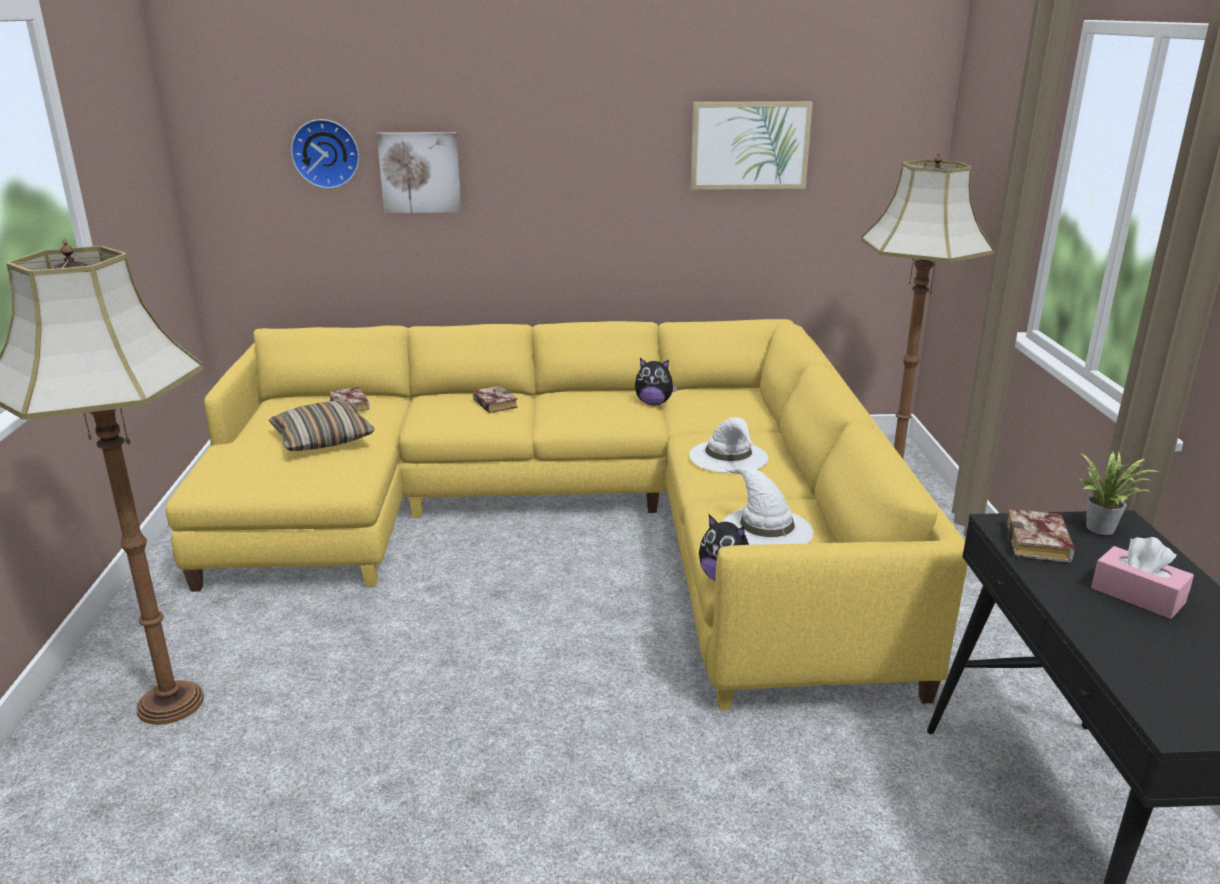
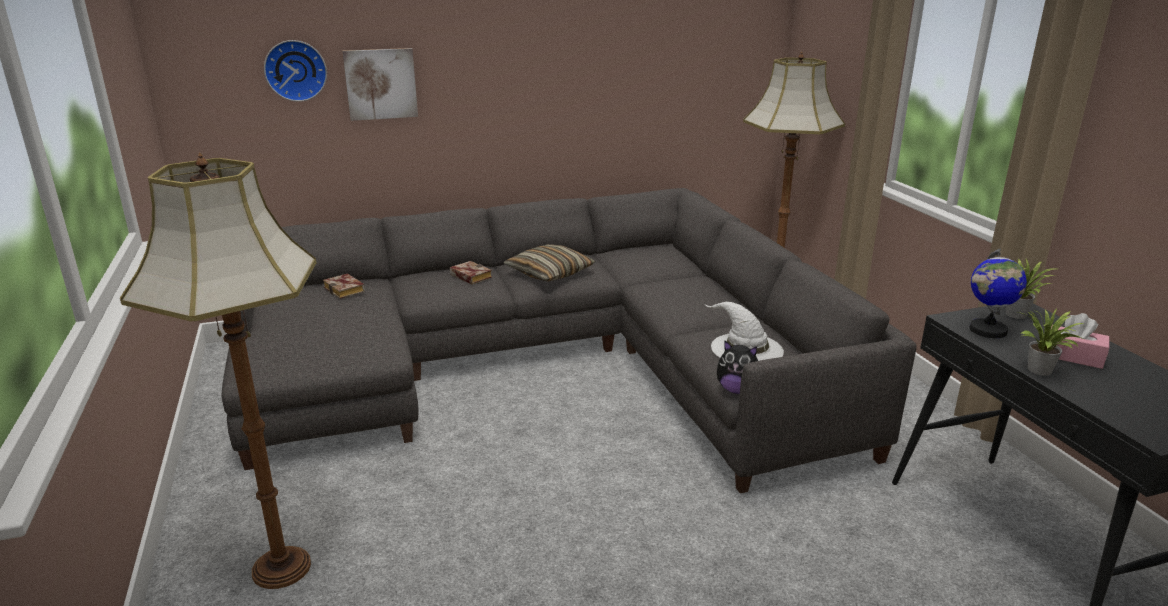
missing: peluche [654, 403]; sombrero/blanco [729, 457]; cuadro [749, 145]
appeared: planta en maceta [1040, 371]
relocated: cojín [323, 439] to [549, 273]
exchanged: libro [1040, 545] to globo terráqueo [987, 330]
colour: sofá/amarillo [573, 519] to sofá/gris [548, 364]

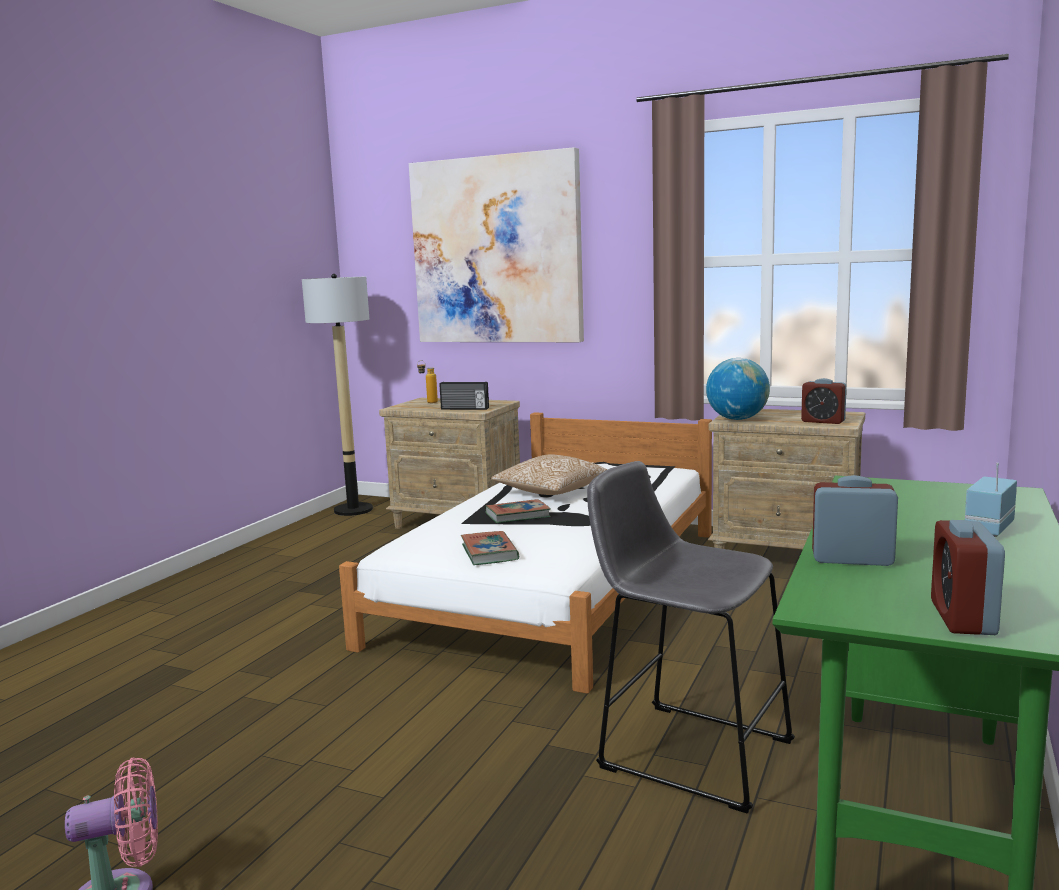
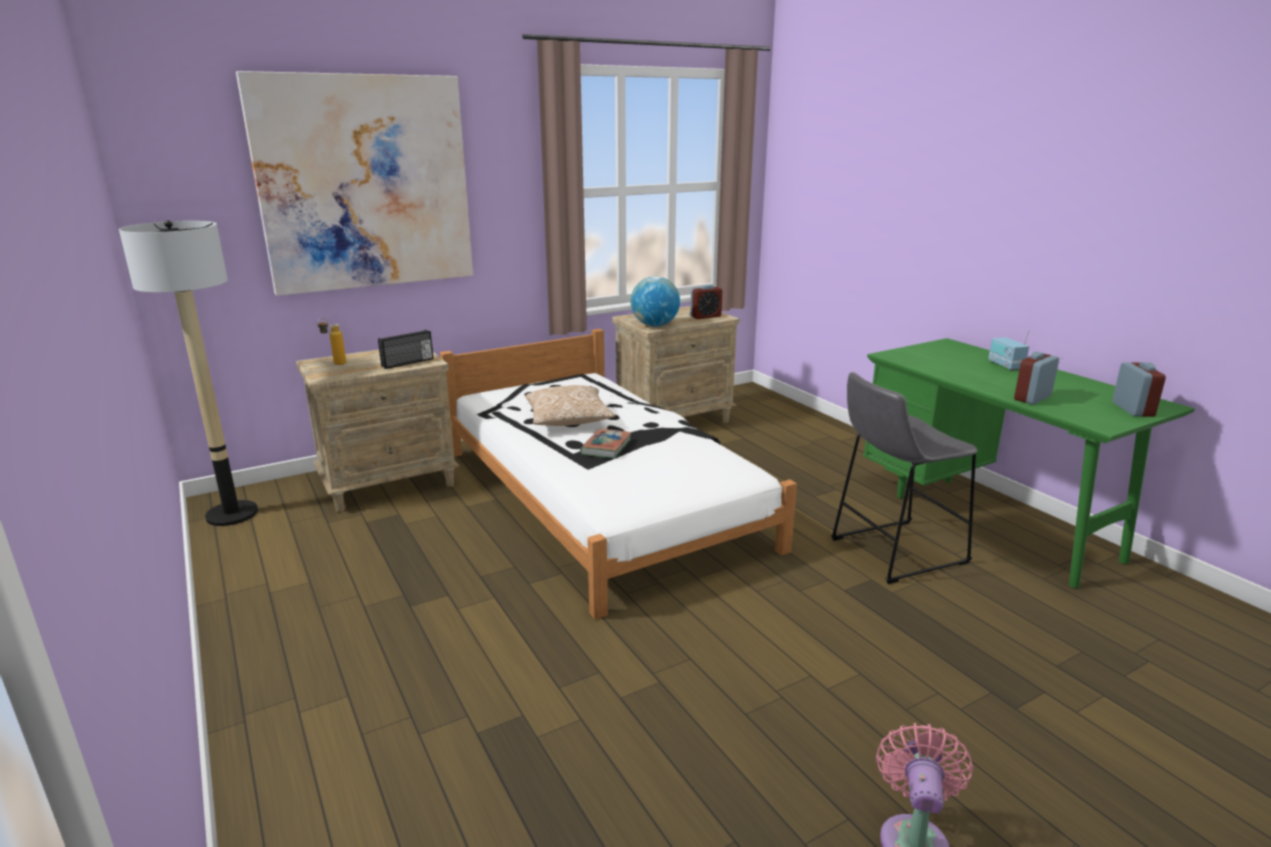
missing: libro [489, 552]
spun: despertador [962, 618] = [1132, 409] 135 degrees counterclockwise

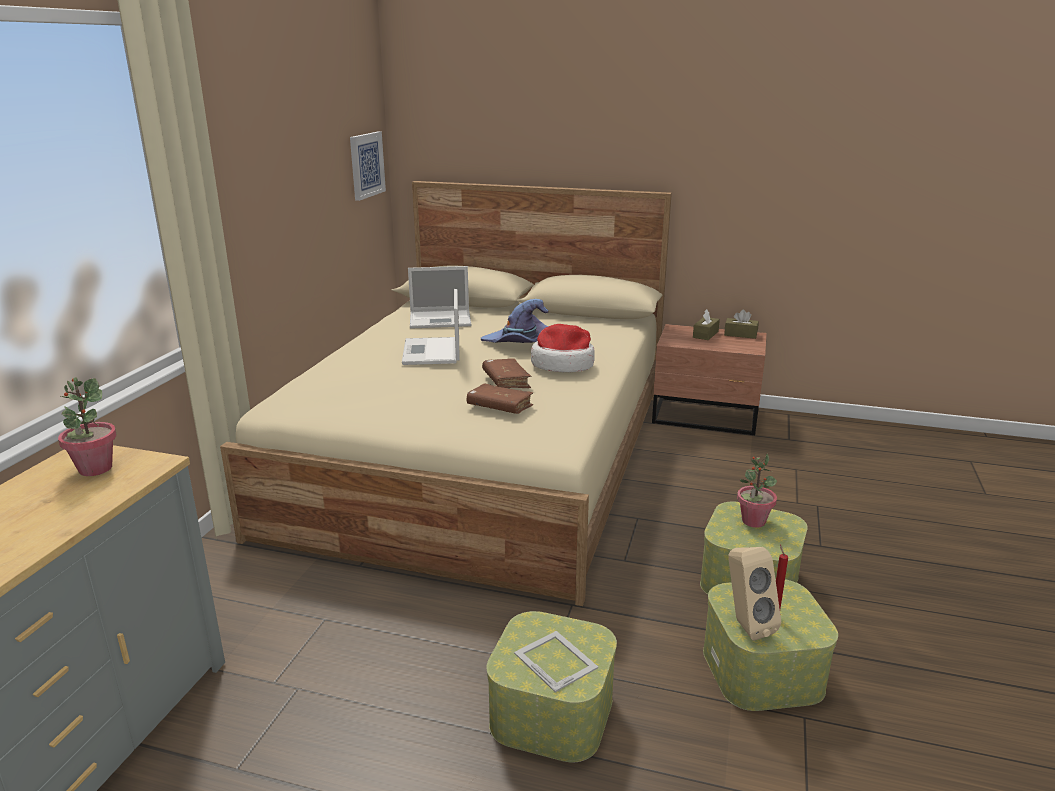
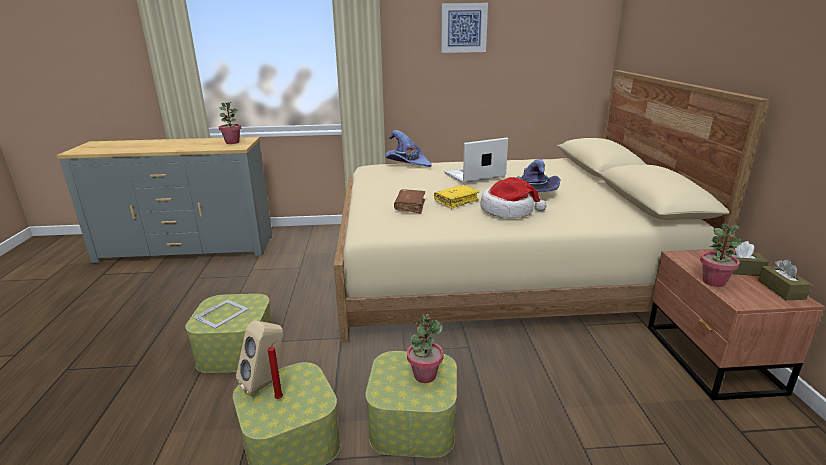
missing: portátil [441, 319]
appeared: sombrero/morado [407, 163]; planta en maceta [714, 282]
relocated: cuadro [366, 165] to [463, 28]
colour: libro/marrón [506, 381] to libro/amarillo [456, 201]

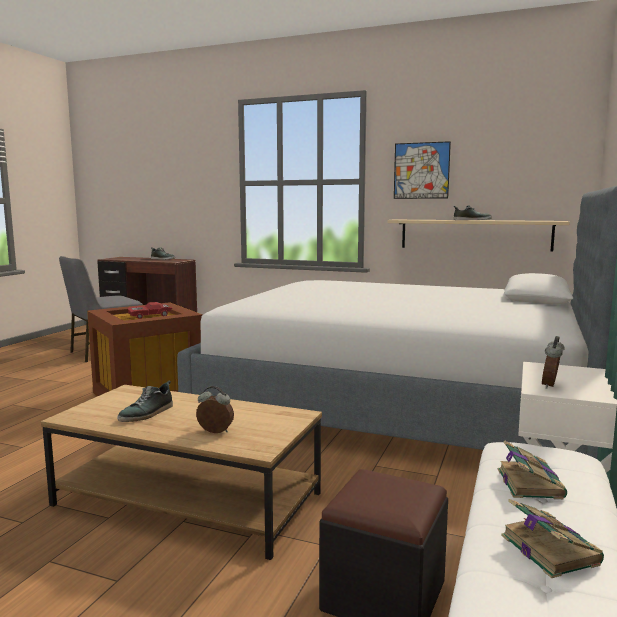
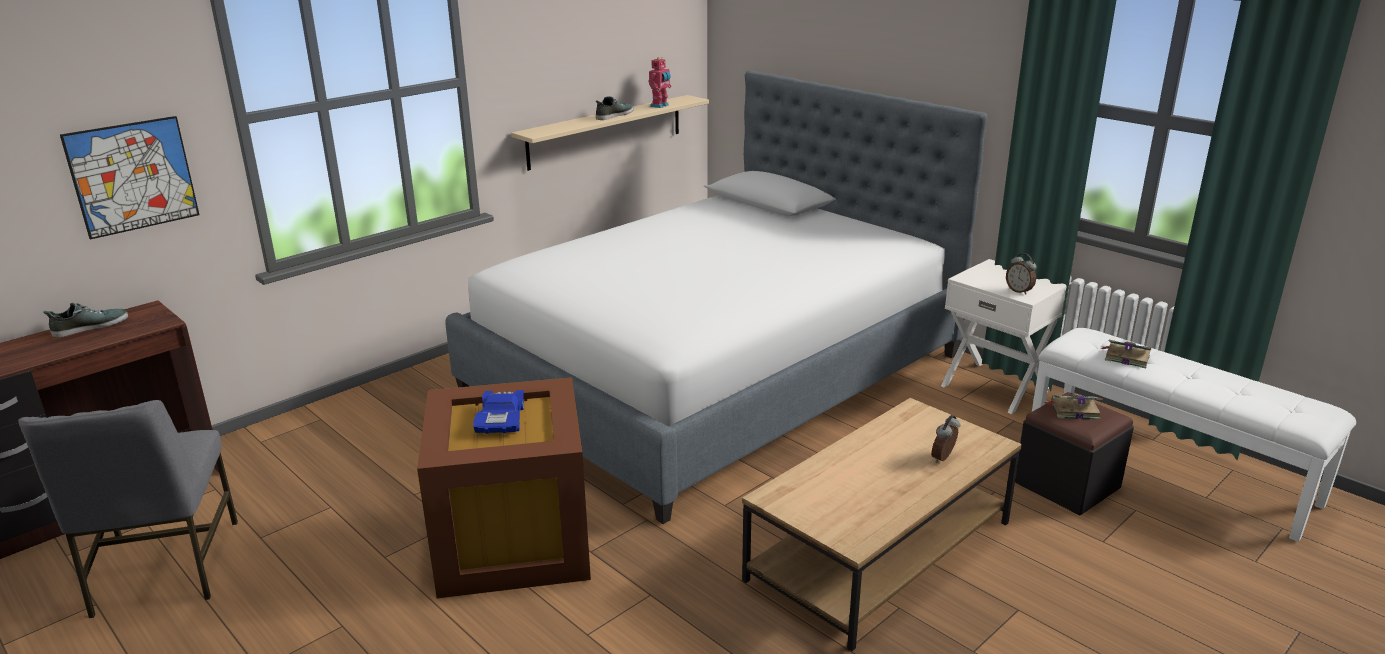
missing: zapato [147, 413]
appeared: robot de juguete [660, 106]
relocated: cuadro [421, 170] to [133, 176]; libro [548, 548] to [1073, 410]
colour: coche de juguete/rojo [150, 315] to coche de juguete/azul [501, 420]

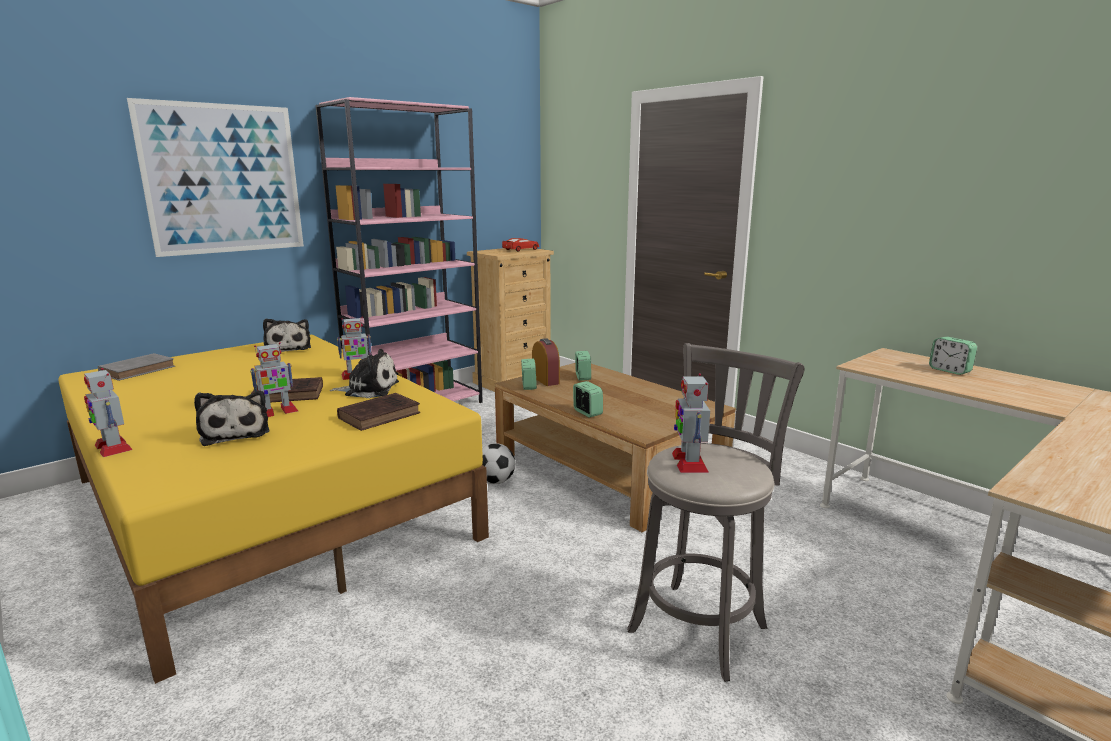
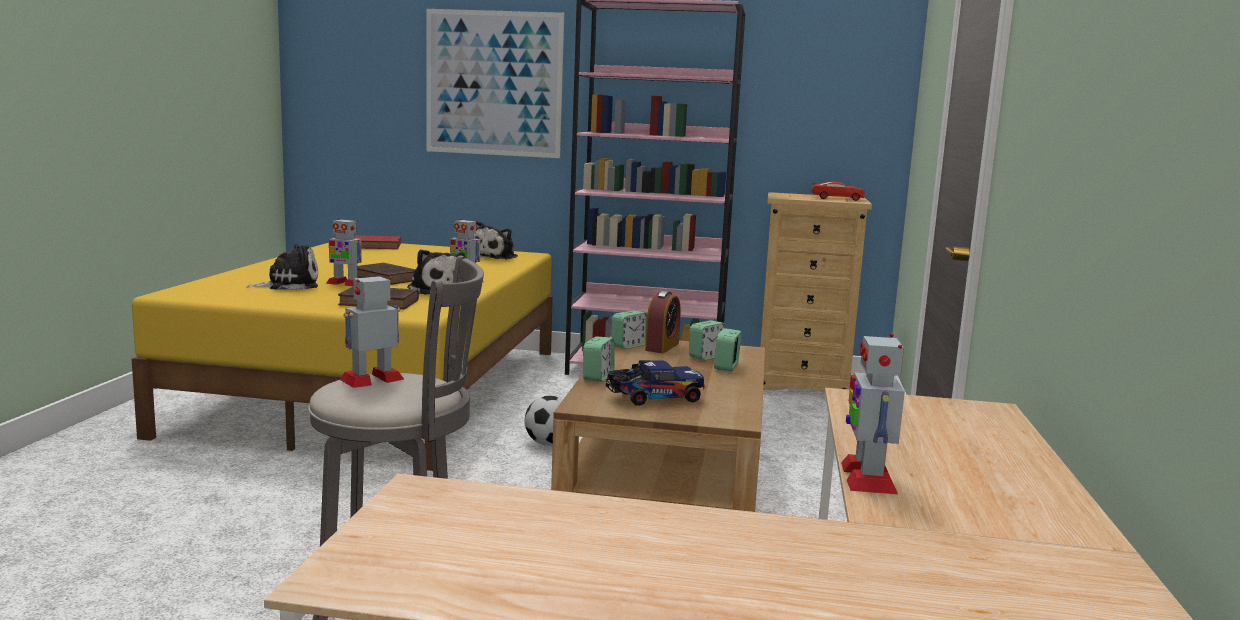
appeared: camión de juguete [653, 398]
relocated: robot de juguete [113, 447] to [867, 477]; despertador [949, 370] to [726, 367]
colour: libro/gris [139, 370] to libro/rojo [376, 246]
spun: peluche [235, 433] = [289, 285] 135 degrees counterclockwise

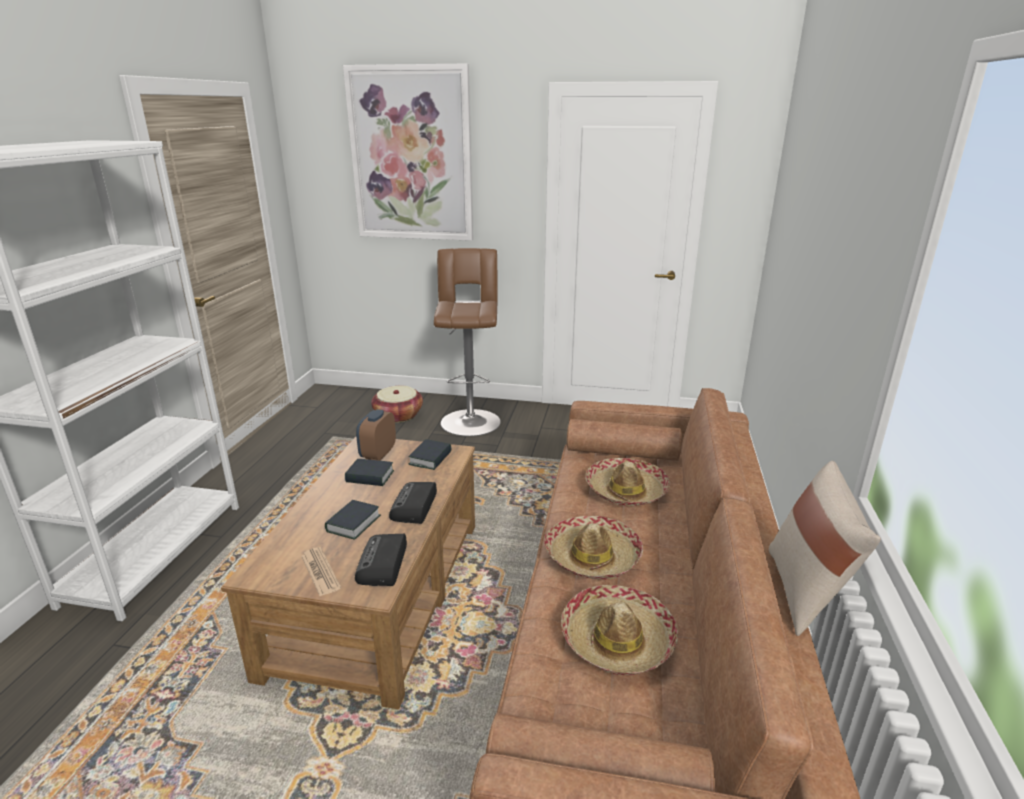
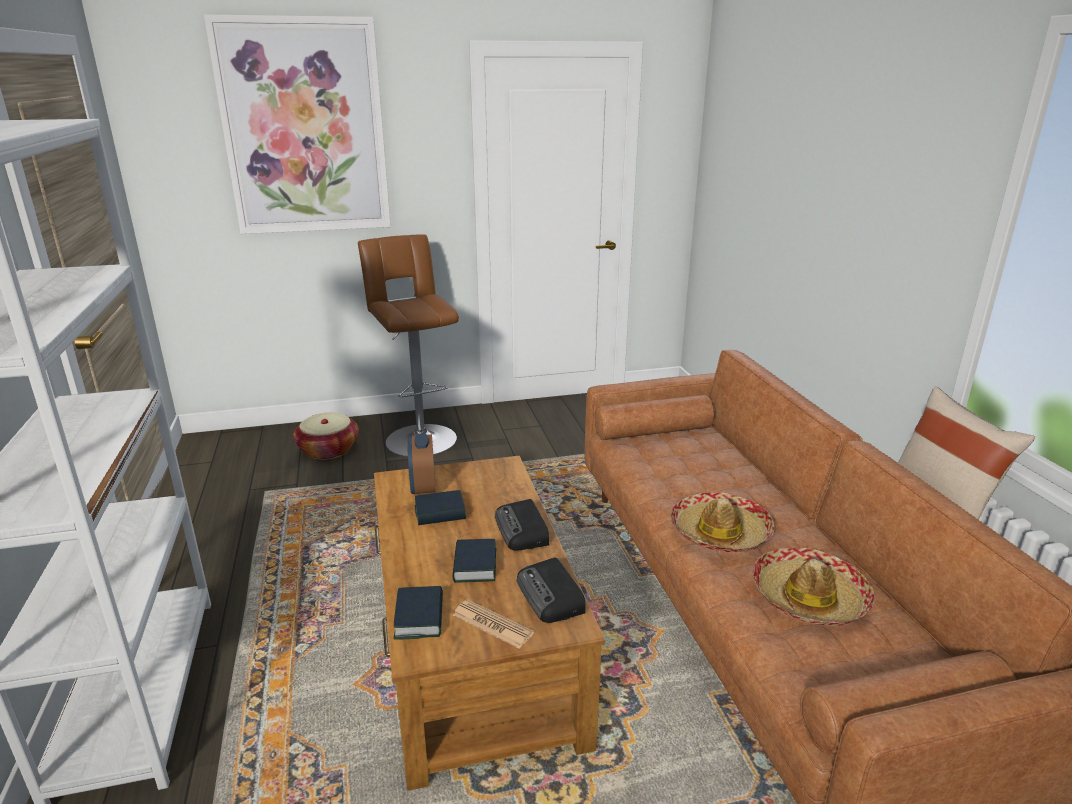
missing: sombrero [625, 491]
relocated: libro [430, 458] to [419, 617]

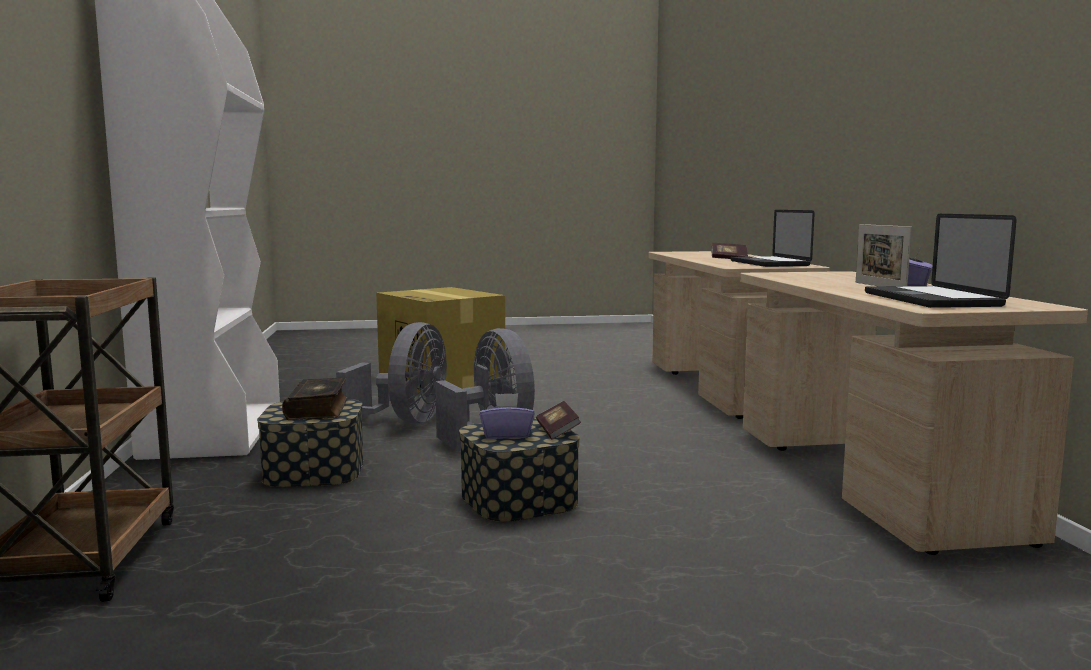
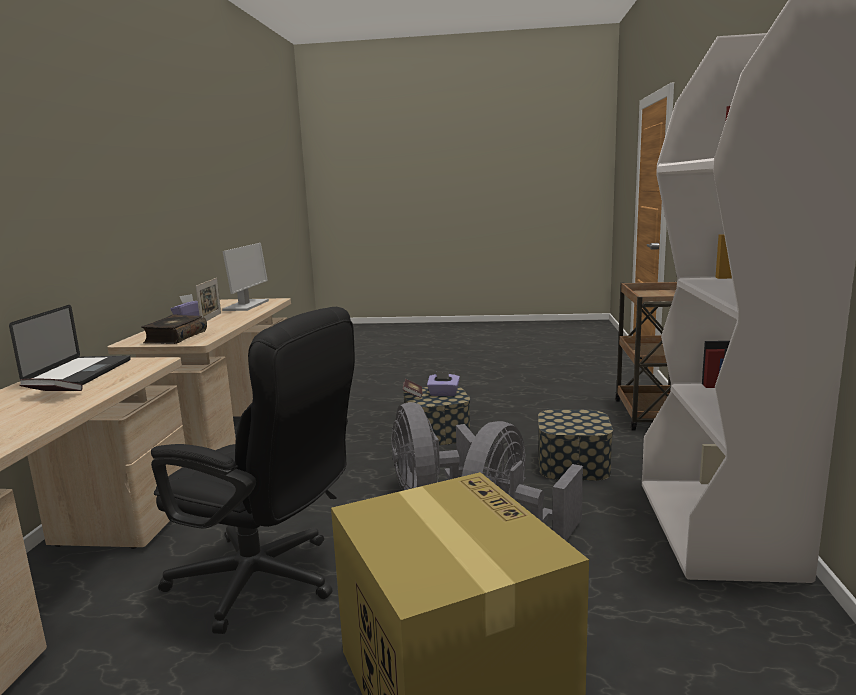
appeared: silla de oficina/negro [268, 582]
relocated: libro [318, 409] to [175, 337]
exchanged: portátil [931, 299] to monitor [246, 305]

